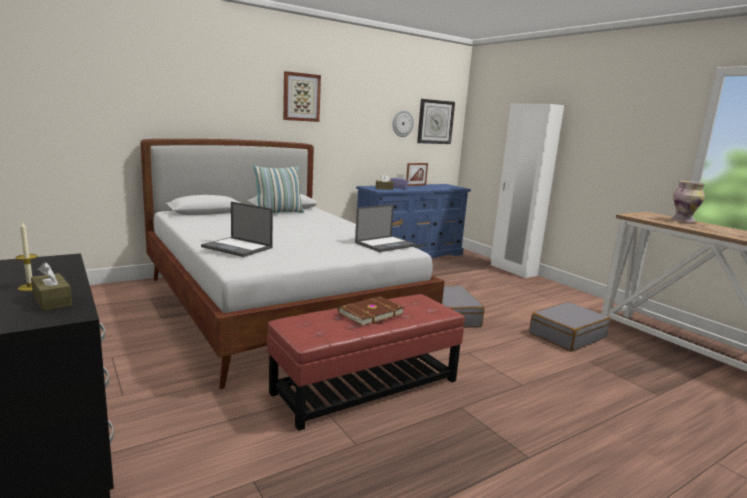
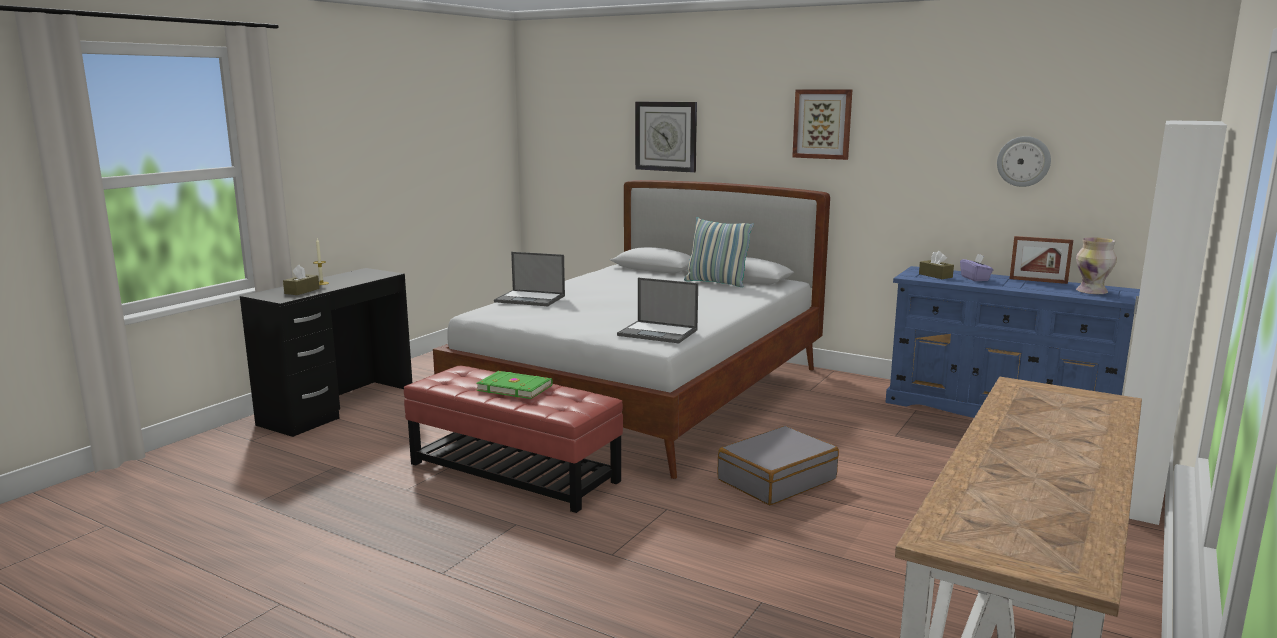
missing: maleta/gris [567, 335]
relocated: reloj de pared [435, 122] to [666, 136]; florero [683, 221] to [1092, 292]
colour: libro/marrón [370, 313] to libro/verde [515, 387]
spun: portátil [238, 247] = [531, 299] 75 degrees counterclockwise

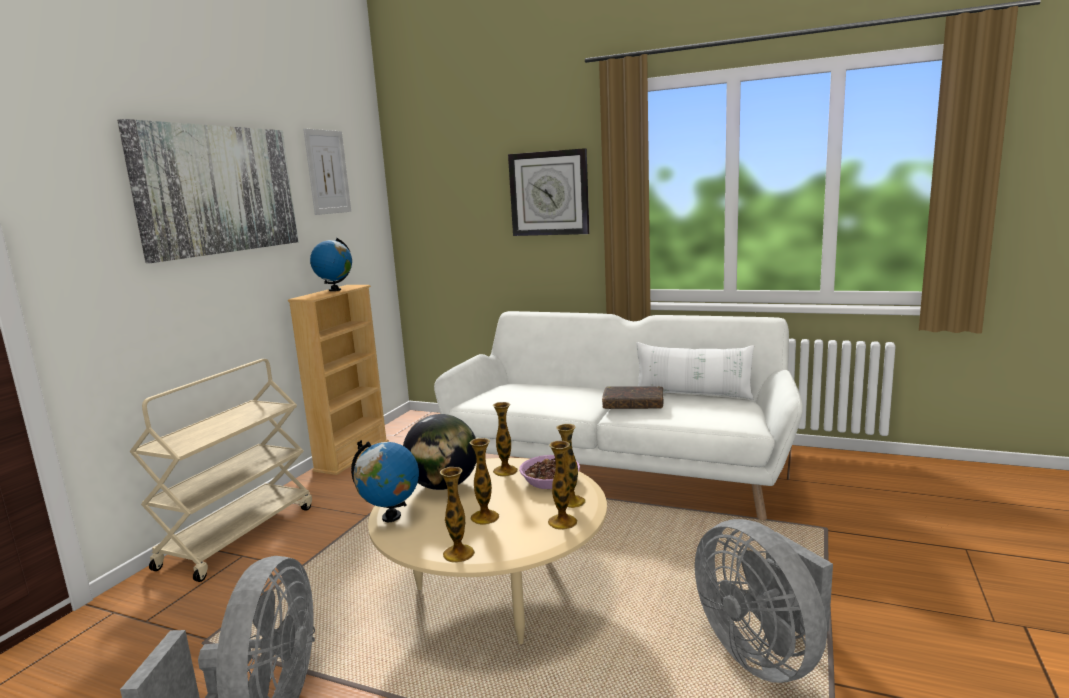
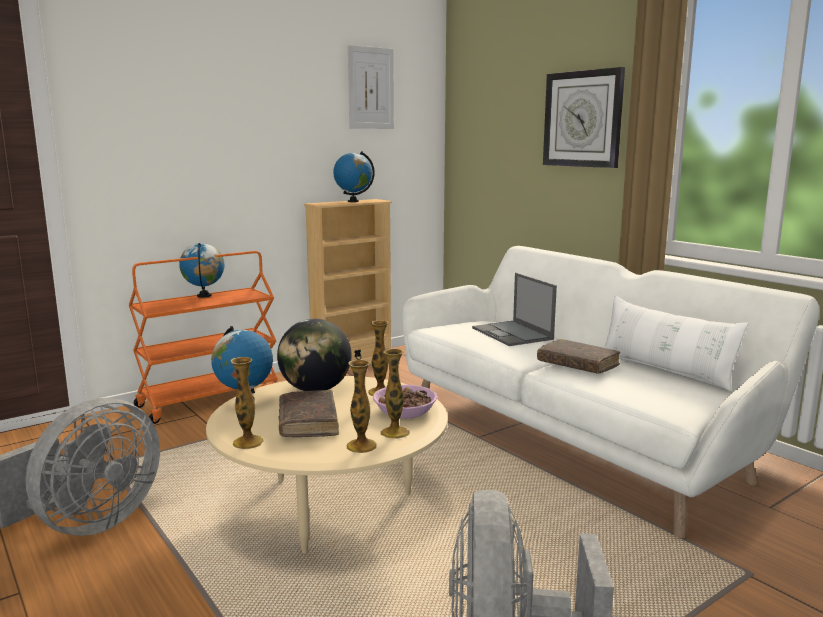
missing: cuadro [218, 190]
appeared: globo terráqueo [204, 296]; portátil [513, 334]
exchanged: florero [484, 517] to libro/marrón [308, 422]
colour: carrito/beis [238, 536] to carrito/naranja [210, 400]

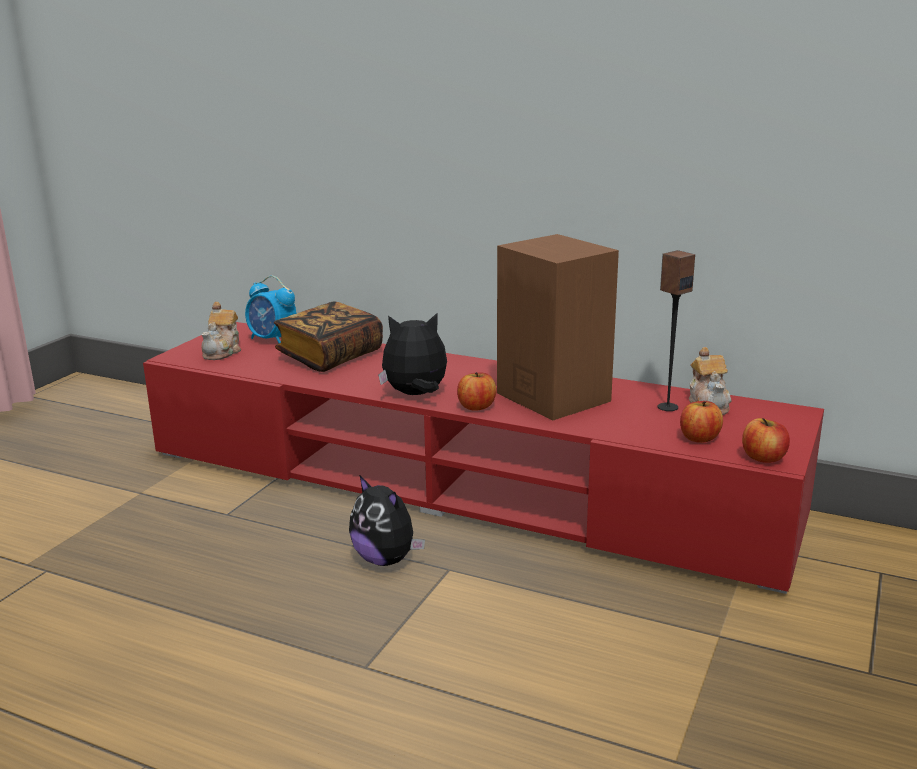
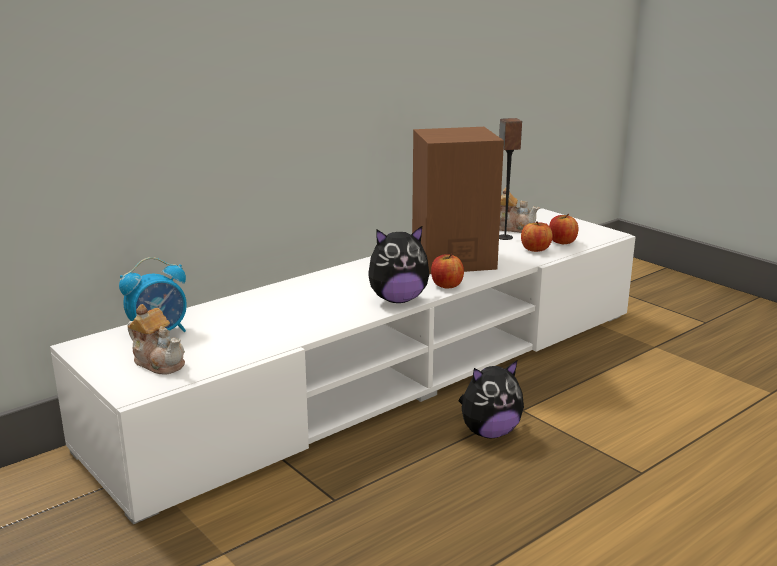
missing: libro [330, 356]
relocated: manzana [763, 458] to [535, 249]
colour: mueble de televisión/rojo [461, 484] to mueble de televisión/blanco [389, 374]
spun: peluche [416, 395] = [397, 299] 120 degrees counterclockwise

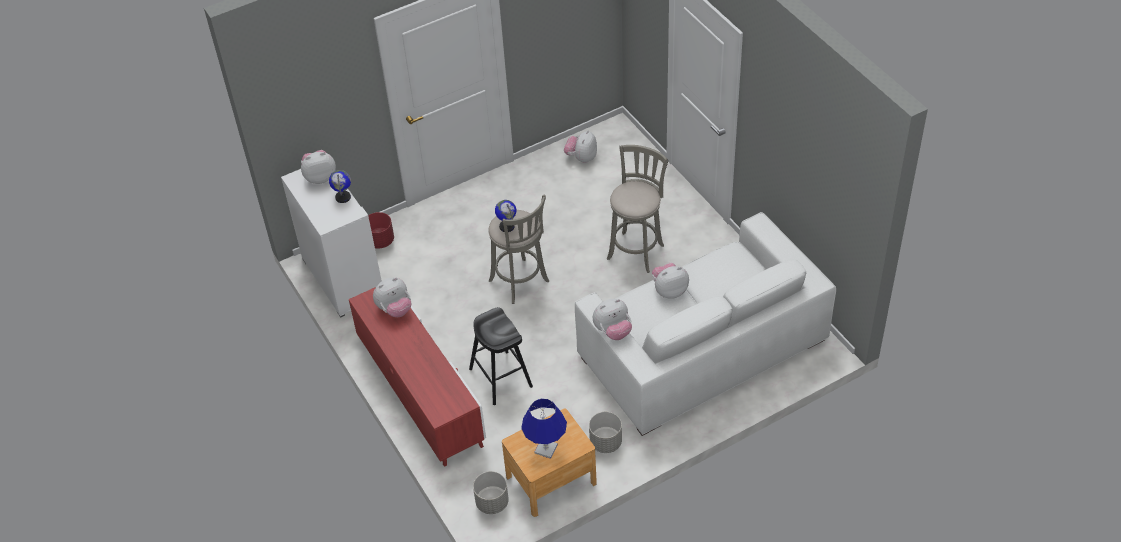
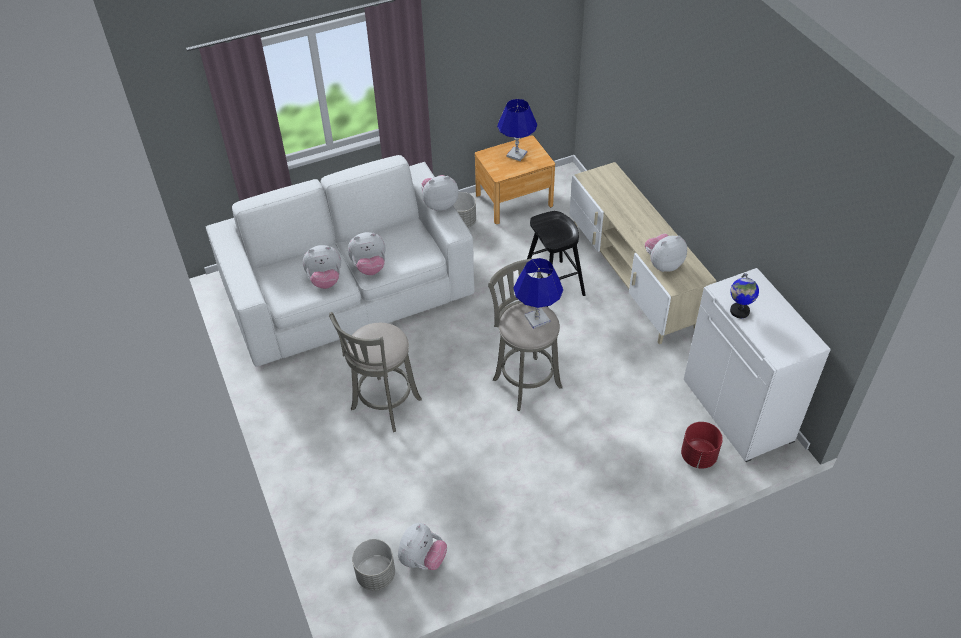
relocated: peluche [320, 177] to [325, 280]; maceta/gris [492, 503] to [376, 575]
exchanged: globo terráqueo [507, 226] to lámpara de mesa/azul [537, 319]
colour: mueble de televisión/rojo [422, 394] to mueble de televisión/beis [632, 276]

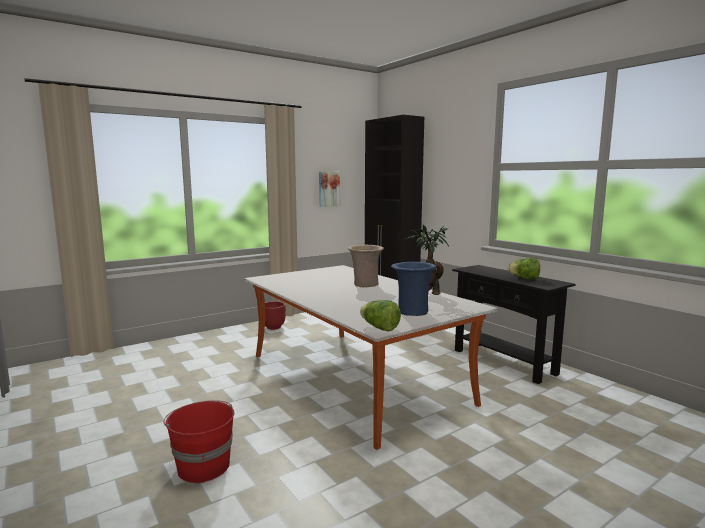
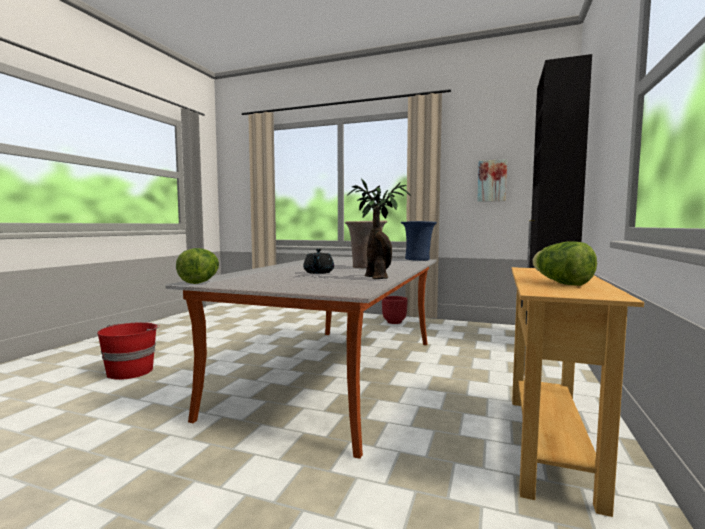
appeared: tetera/negro [318, 273]
relocated: florero/azul [412, 312] to [417, 259]
colour: mesa consola/negro [503, 362] to mesa consola/beis [550, 444]

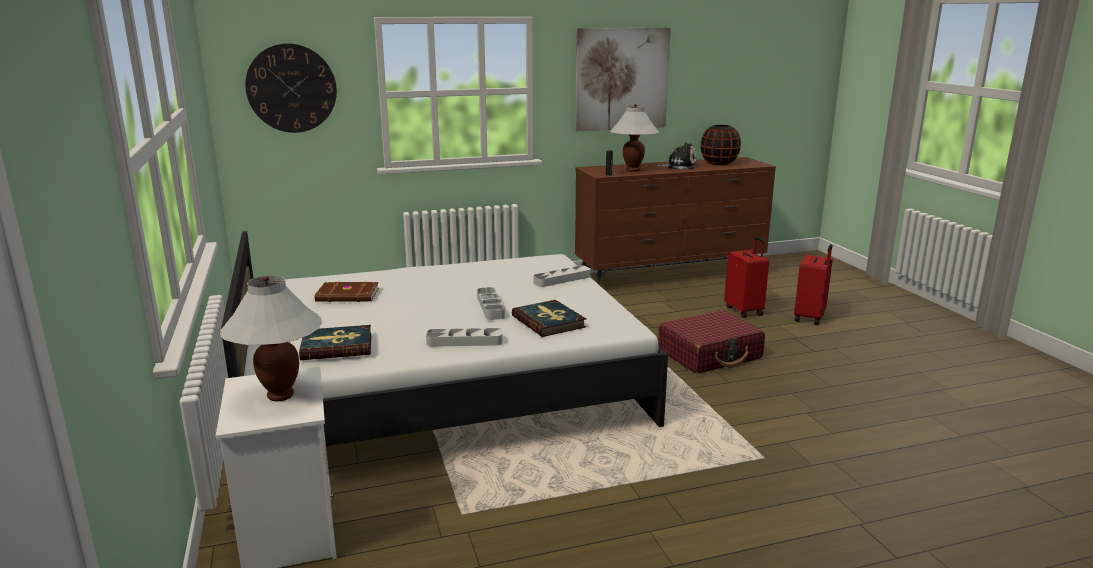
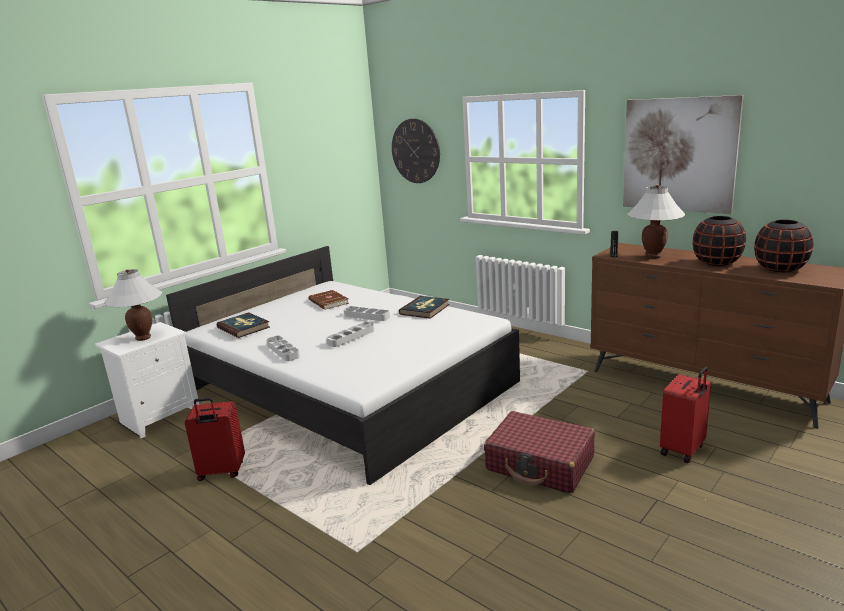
relocated: libro [549, 321] to [425, 309]; bandeja/gris [562, 279] to [366, 316]; maleta/rojo [810, 318] to [221, 472]
exchanged: peluche [679, 166] to florero/negro [716, 263]

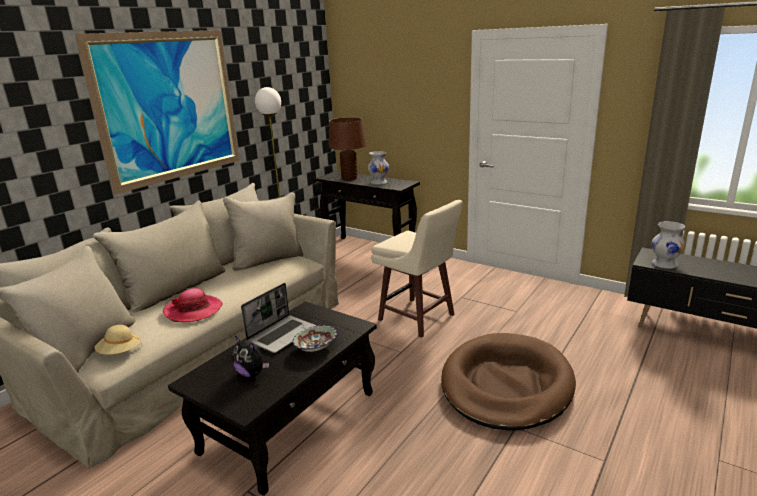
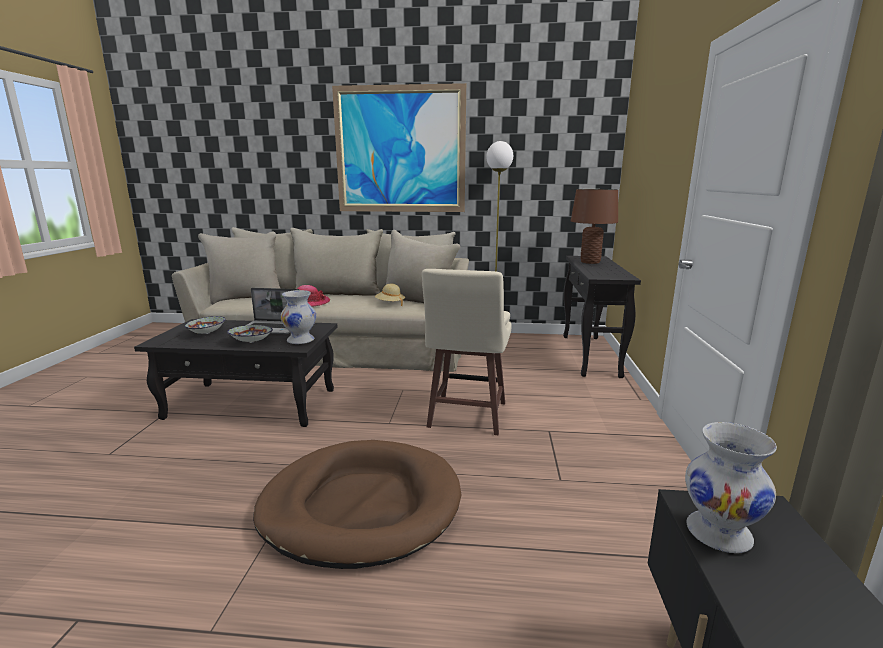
relocated: sombrero/beis [120, 352] to [390, 304]; florero/blanco [379, 182] to [301, 340]
exchanged: peluche [252, 373] to cuenco [207, 333]

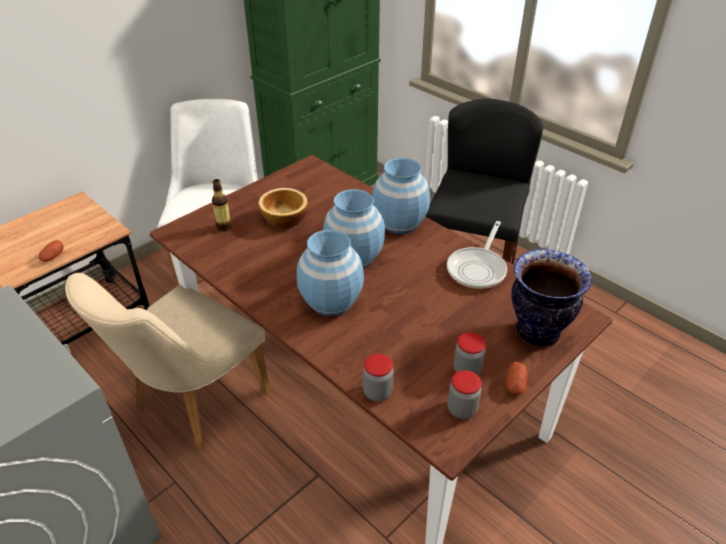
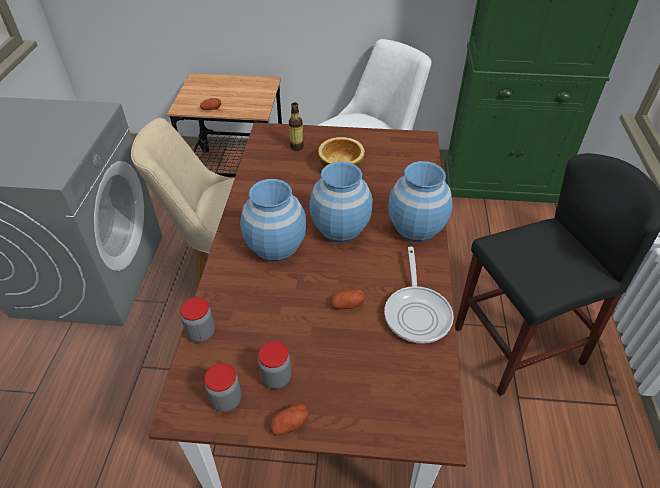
missing: florero [538, 333]
appeared: patata [347, 305]
spun: sartén [478, 269] = [417, 313] 75 degrees counterclockwise

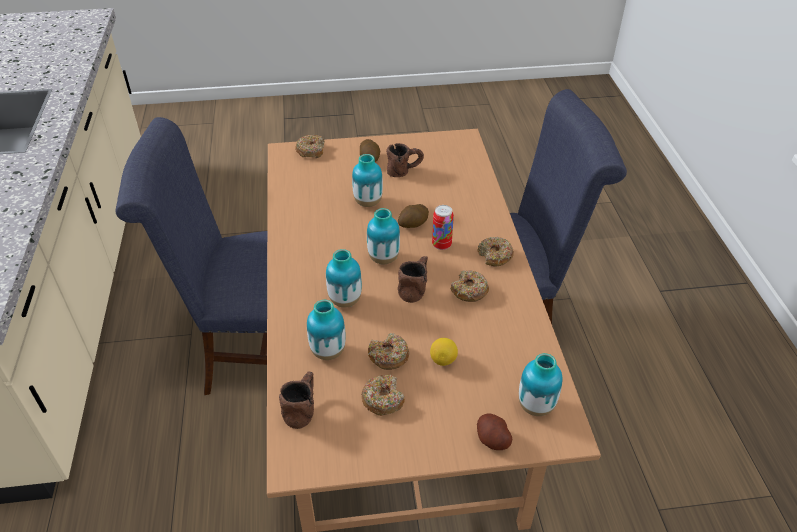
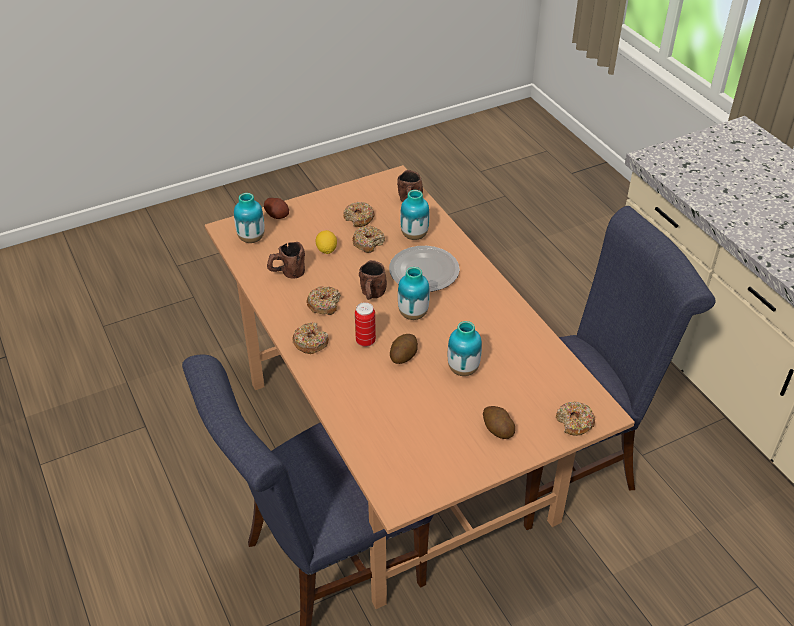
relocated: taza grande/marrón [405, 171] to [286, 273]
exchanged: florero [345, 300] to plato [424, 272]

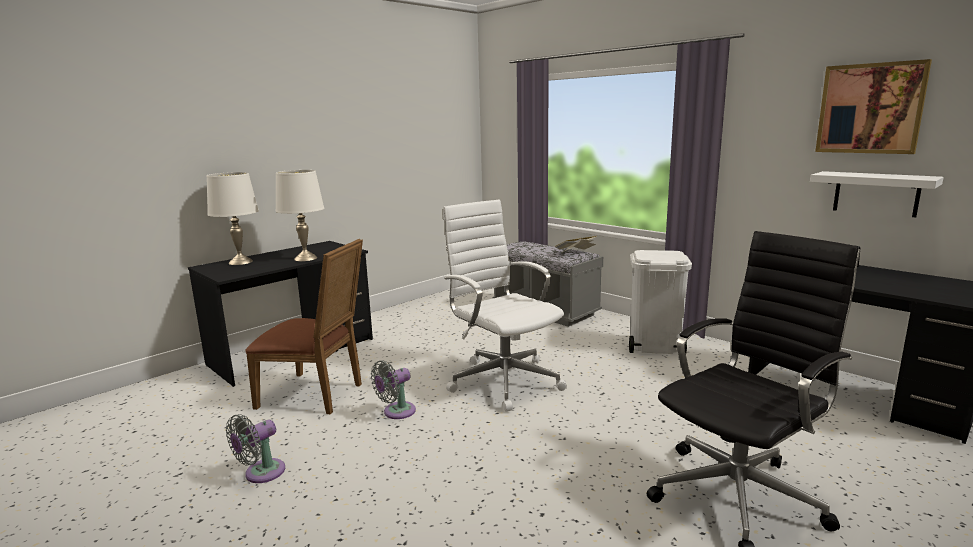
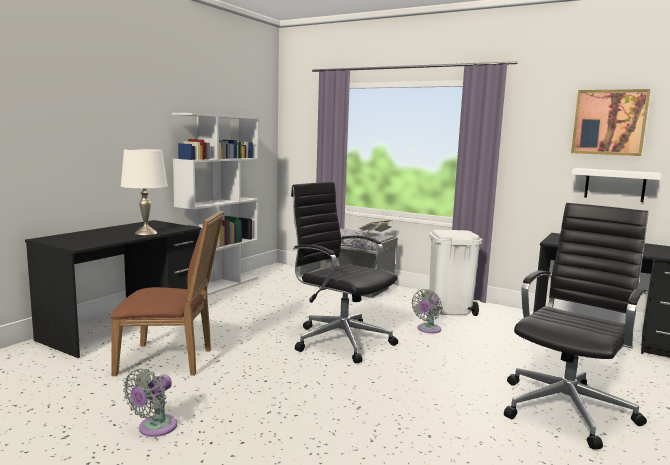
missing: lámpara de mesa/blanco [240, 262]
appeared: estantería/blanco [219, 285]
relocated: ventilador/gris [396, 412] to [427, 329]
colour: silla de oficina/blanco [503, 380] to silla de oficina/negro [340, 340]

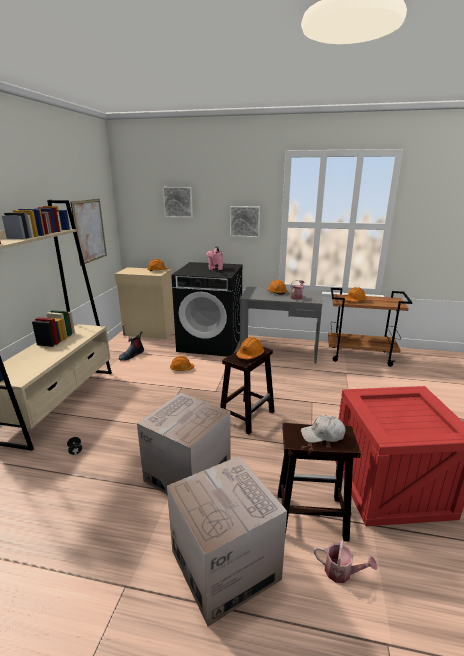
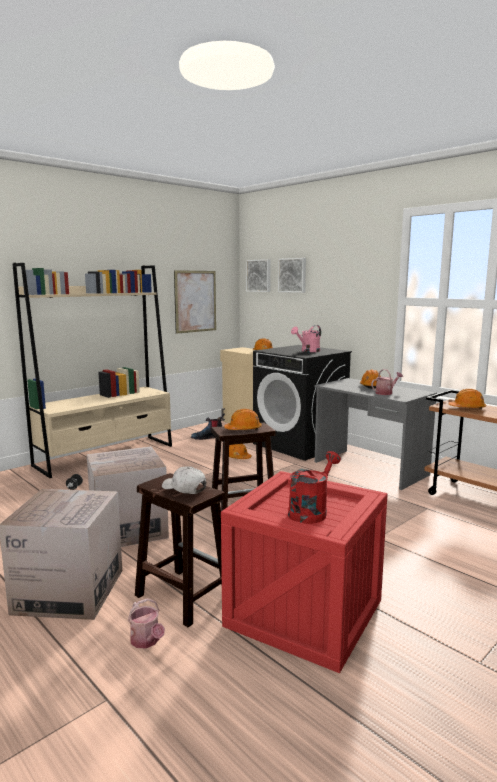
appeared: regadera/rojo [311, 511]
relocated: cuadro [245, 221] to [259, 275]

